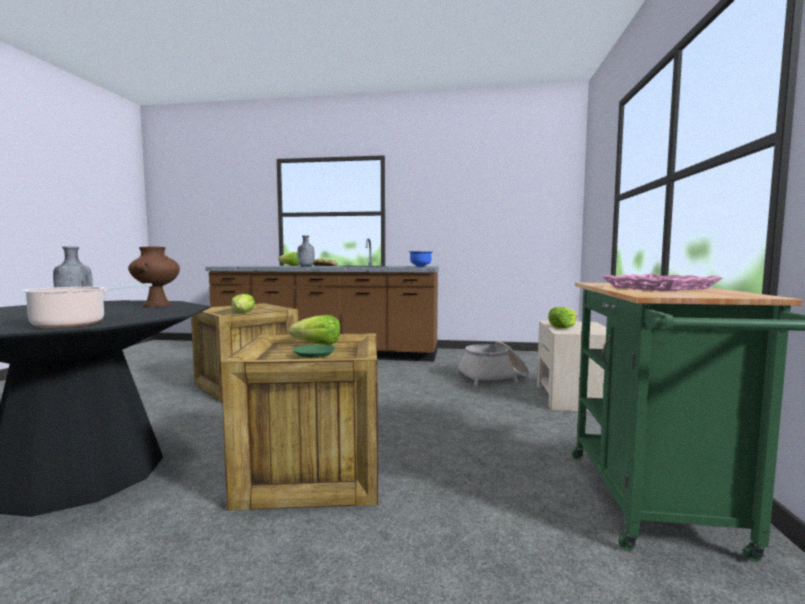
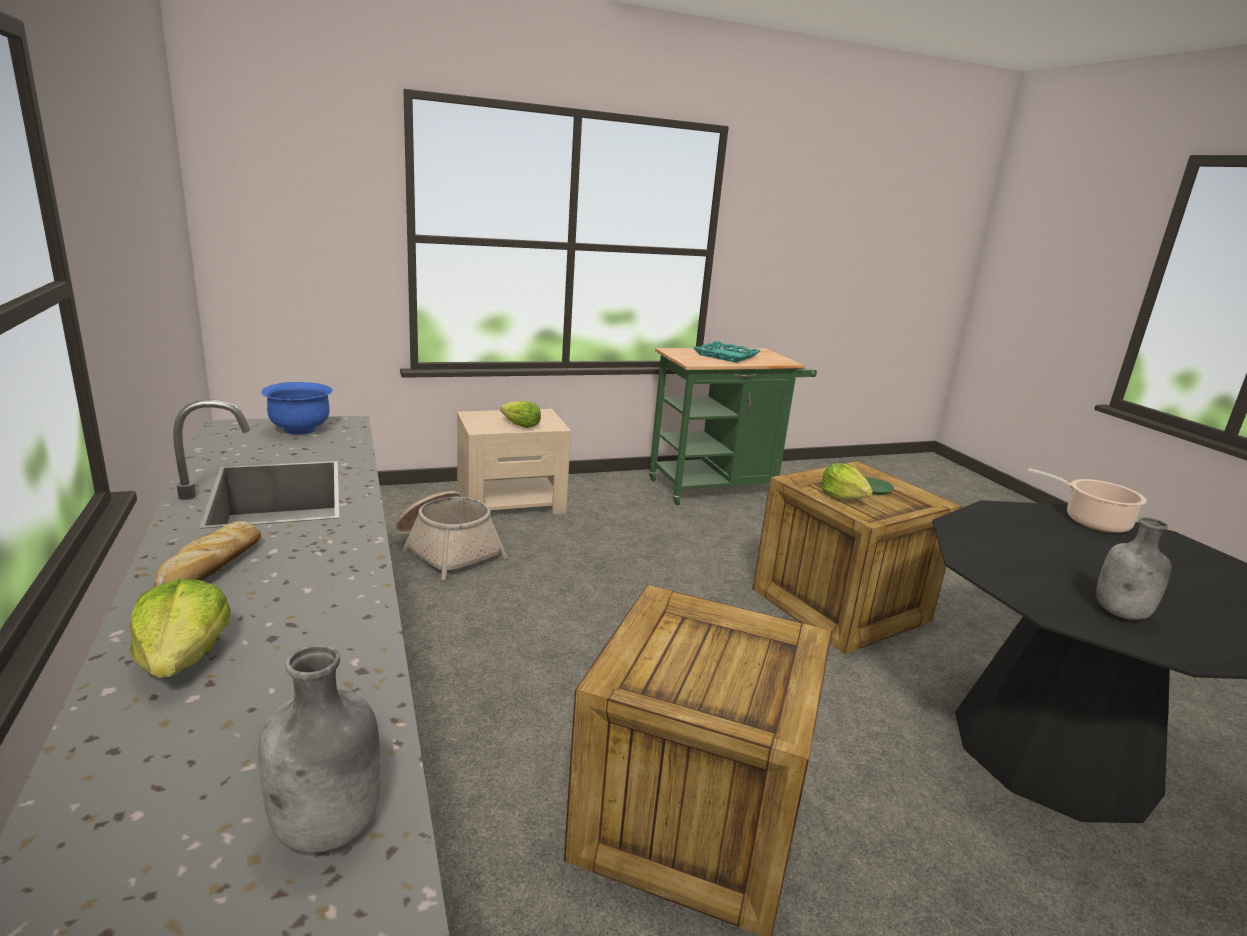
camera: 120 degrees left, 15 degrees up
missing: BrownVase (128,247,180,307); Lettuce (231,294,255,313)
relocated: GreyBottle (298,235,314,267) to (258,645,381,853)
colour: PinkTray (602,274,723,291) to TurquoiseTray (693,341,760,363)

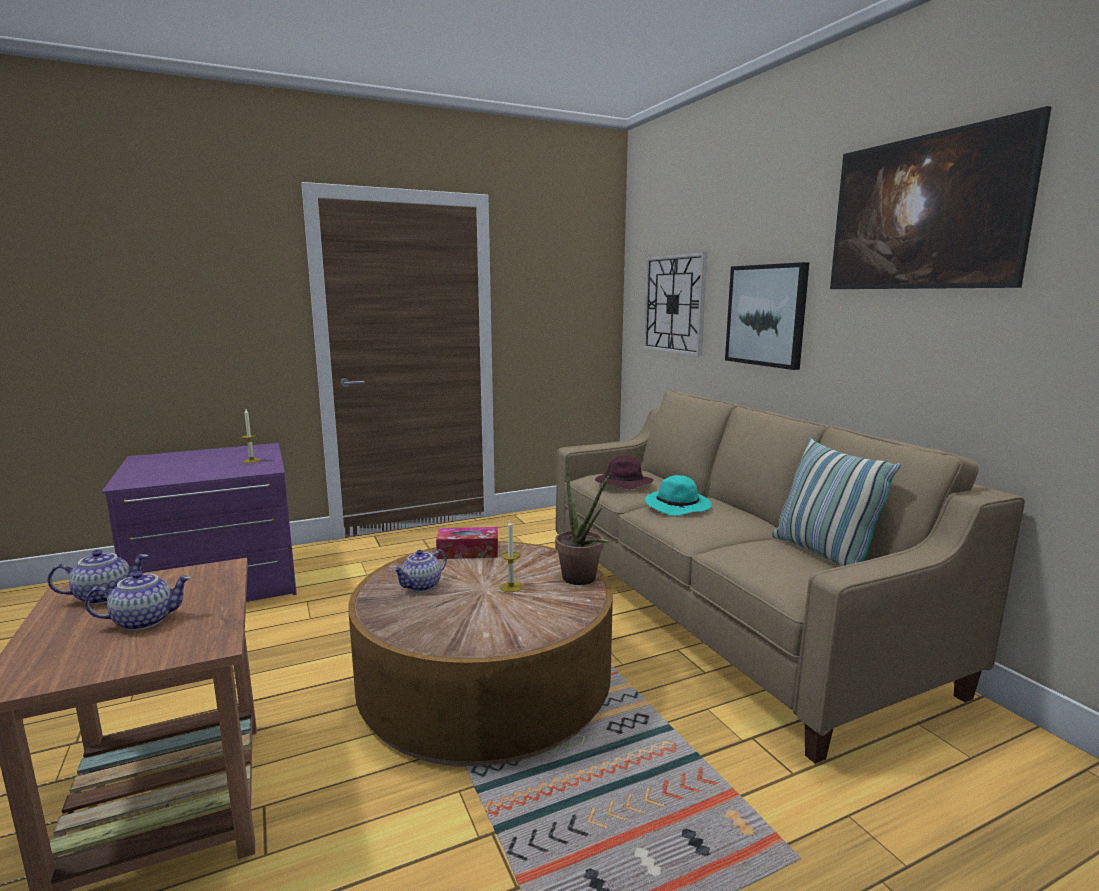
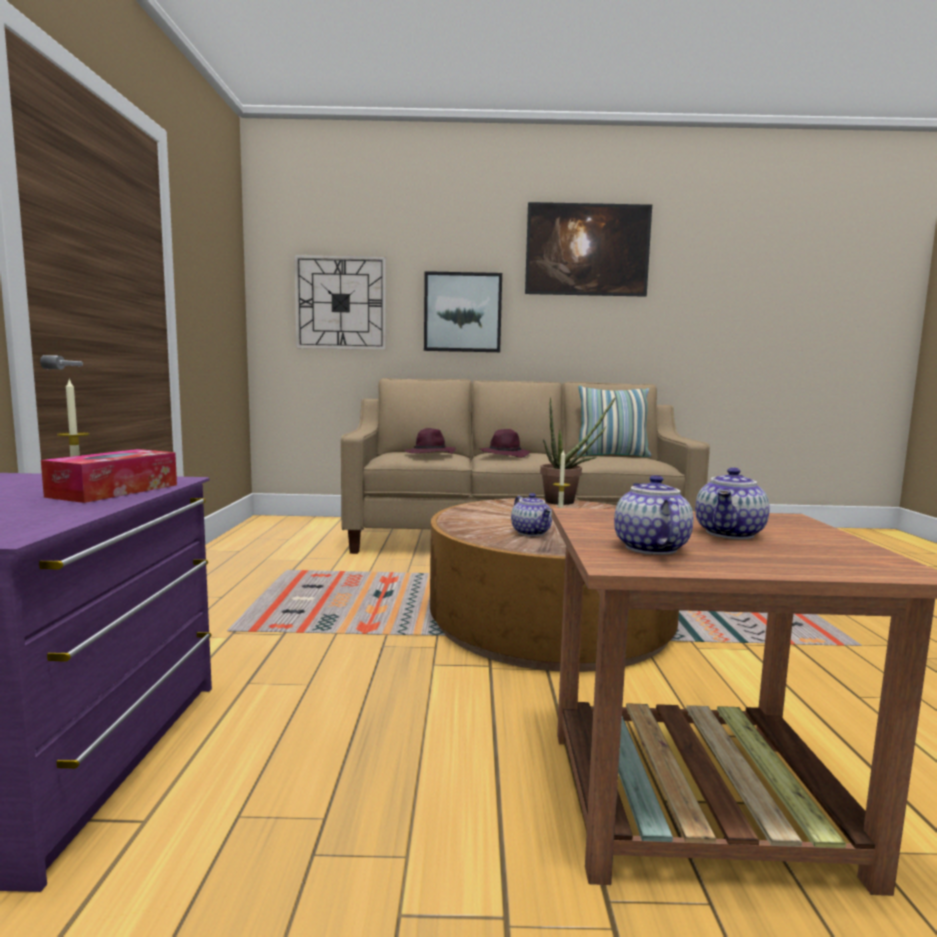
camera: 65 degrees left, 5 degrees down
relocated: TissueBox (436,527,498,559) to (41,449,177,503)
colour: TurquoiseHat (645,475,711,516) to PurpleHat (479,429,531,458)
spun: Teapot (85,571,191,631) = (695,468,770,539) 150 degrees counterclockwise

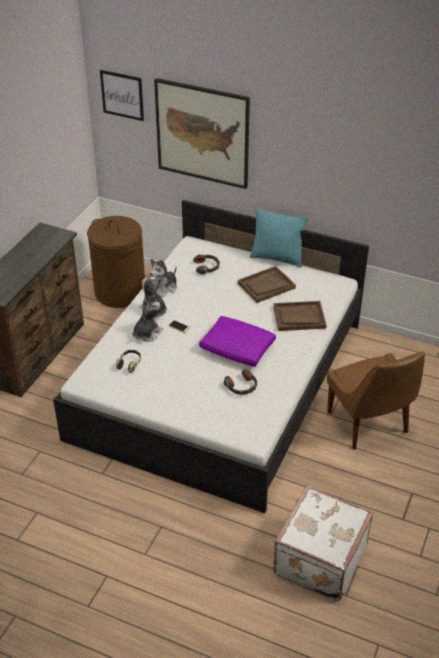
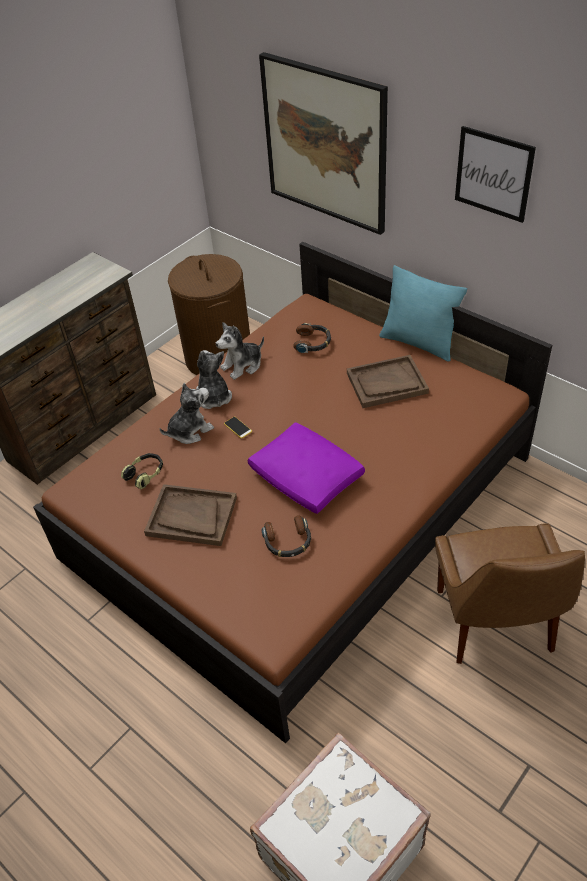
camera: 20 degrees right, 5 degrees up
relocated: Picture (100,70,144,121) to (455,126,536,223); BrownTray (273,301,326,331) to (144,484,237,546)
colour: WhiteBed (53,200,369,513) to BrownBed (33,242,552,743)

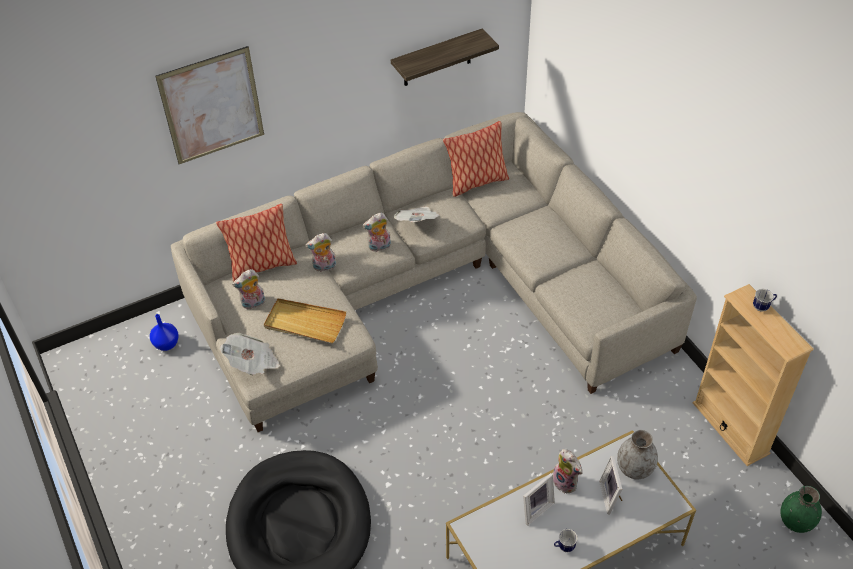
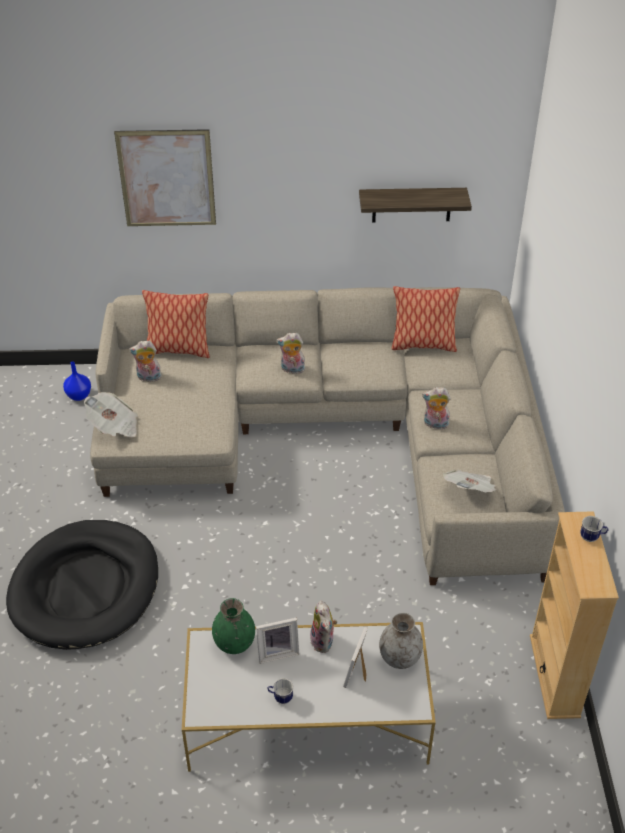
camera: 25 degrees right, 5 degrees down
missing: BeigeTray (264,298,346,343)
relocated: PlushToy (305,233,336,272) to (422,387,451,430); Newspaper (393,206,440,222) to (443,469,496,492); GreenVase (780,486,822,533) to (212,598,255,654)

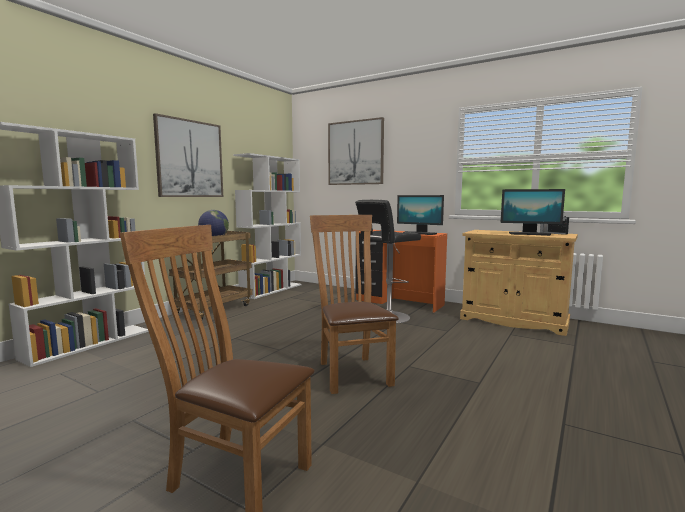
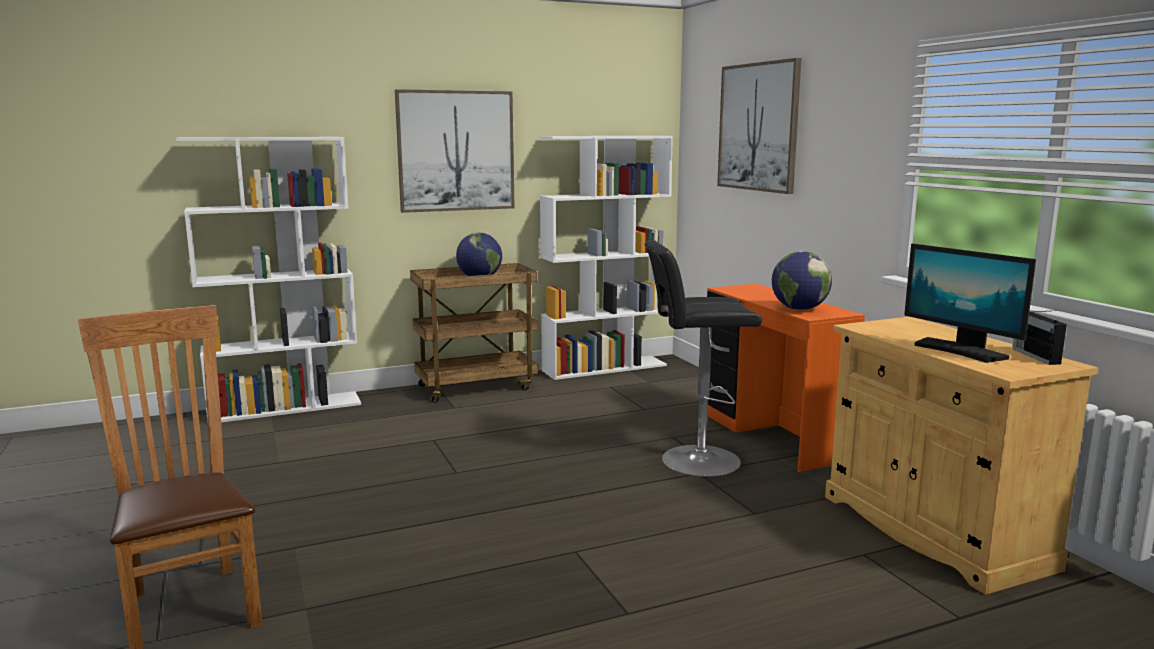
camera: 35 degrees right, 5 degrees up
missing: BrownChair (310,215,399,394)
exchanged: Monitor (397,195,444,235) to Globe (772,251,832,310)

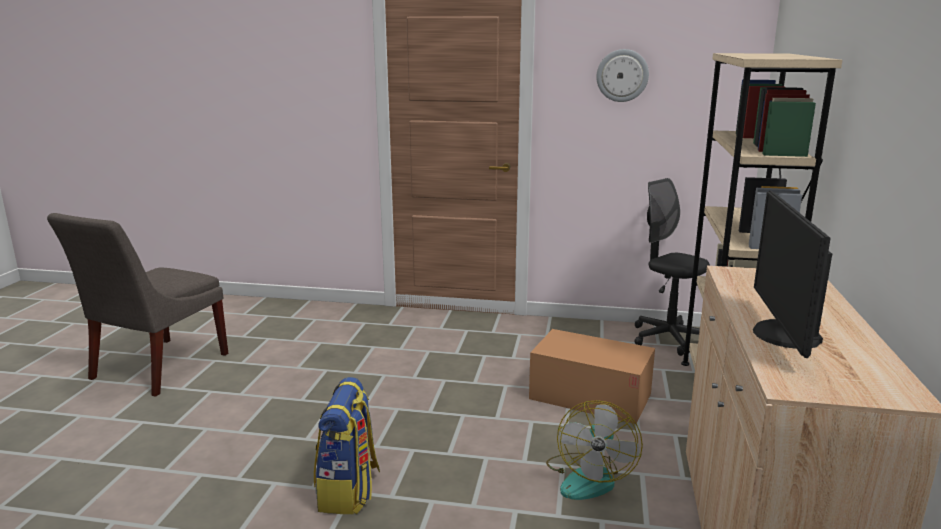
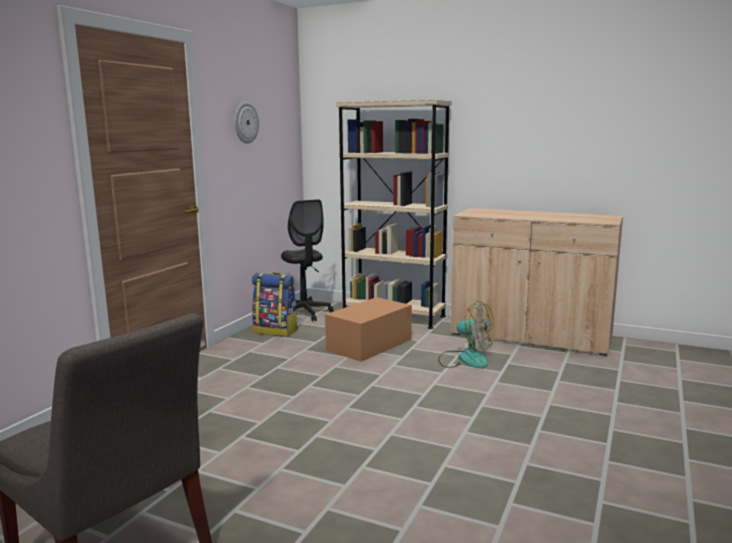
camera: 75 degrees left, 5 degrees down
missing: Monitor (753,190,832,358)
relocated: Backpack (314,377,380,514) to (252,273,298,336)
spun: BlackOfficeChair (634,178,710,356) = (281,199,334,322) 90 degrees counterclockwise

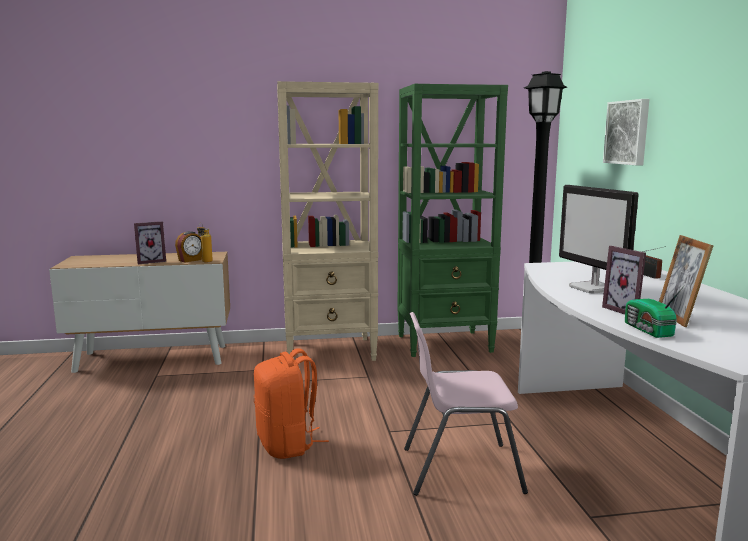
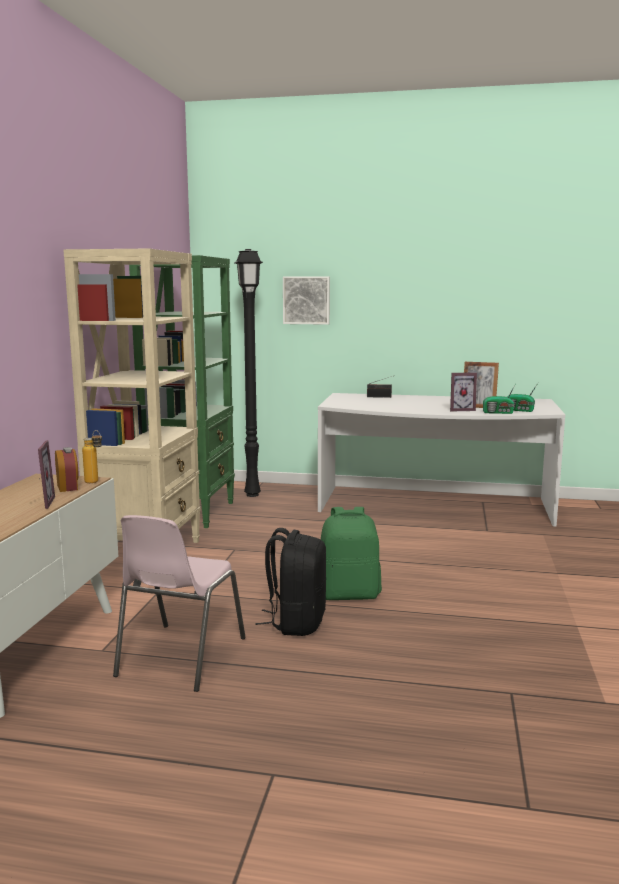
camera: 70 degrees left, 0 degrees up
missing: Monitor (559,185,639,294)
appeared: BlackBackpack (255,528,326,636); Radio (507,383,538,412)
relocated: PinkChair (404,312,528,496) to (113,515,246,692)
colour: OrangeBackpack (254,348,329,459) to GreenBackpack (321,507,382,600)

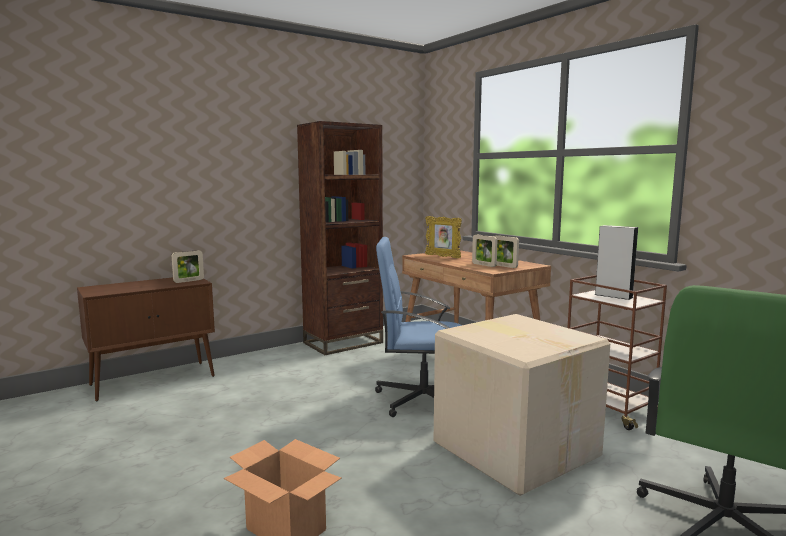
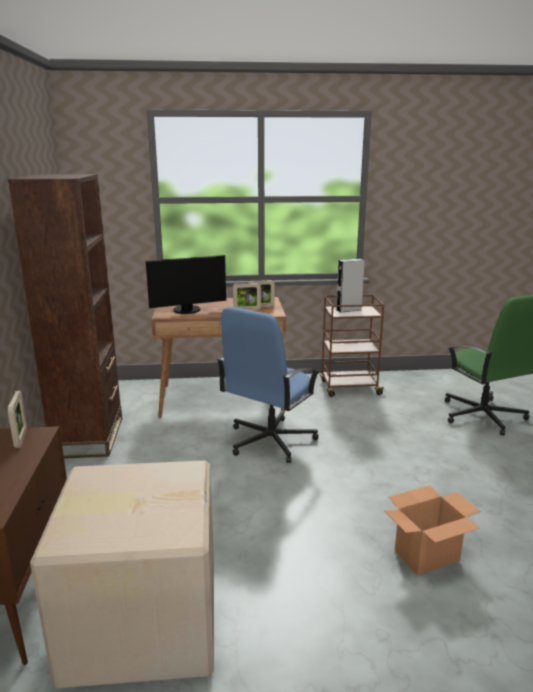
camera: 60 degrees left, 10 degrees up
relocated: CardboardBox (434,314,610,496) to (30,460,214,688)
exchanged: PictureFrame (425,216,462,258) to Monitor (146,255,226,314)

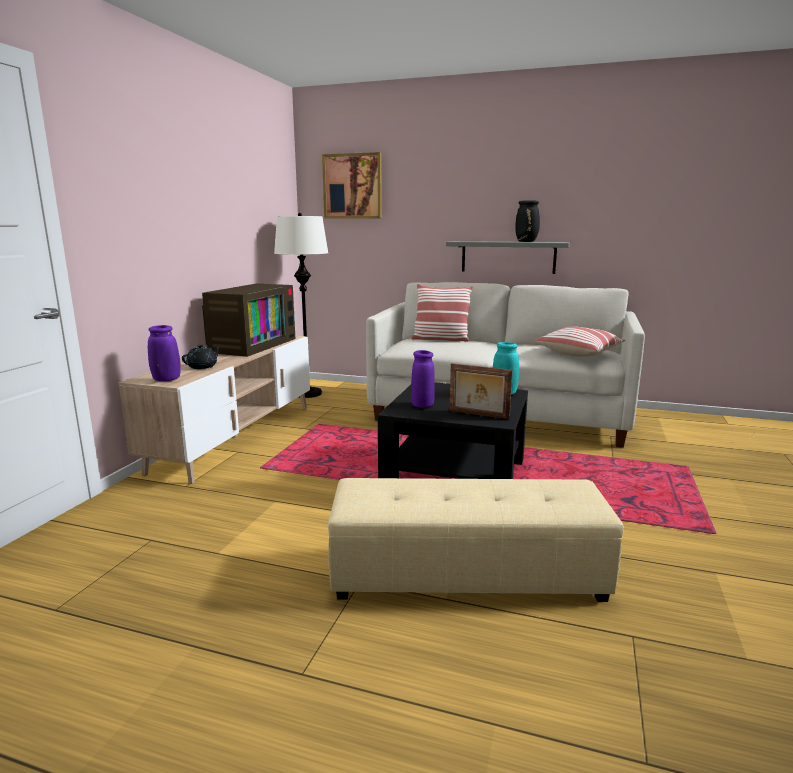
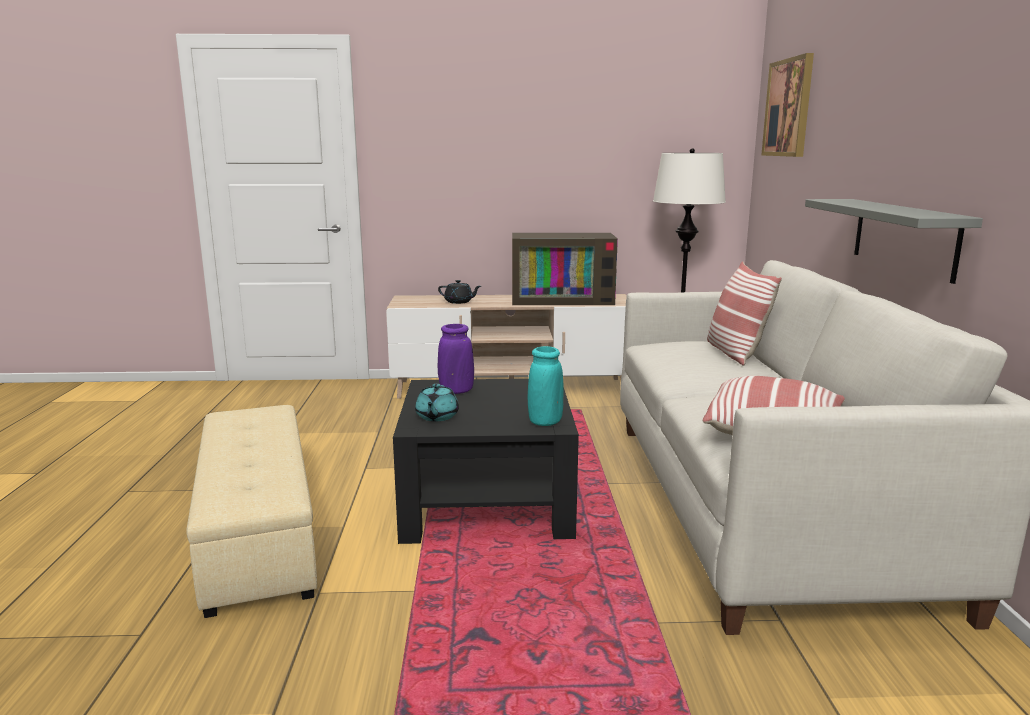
camera: 70 degrees right, 0 degrees up
missing: PurpleVase (148,325,181,382); BlackVase (515,200,540,242)
exchanged: PictureFrame (450,363,513,419) to TurquoiseTeapot (415,384,459,421)

